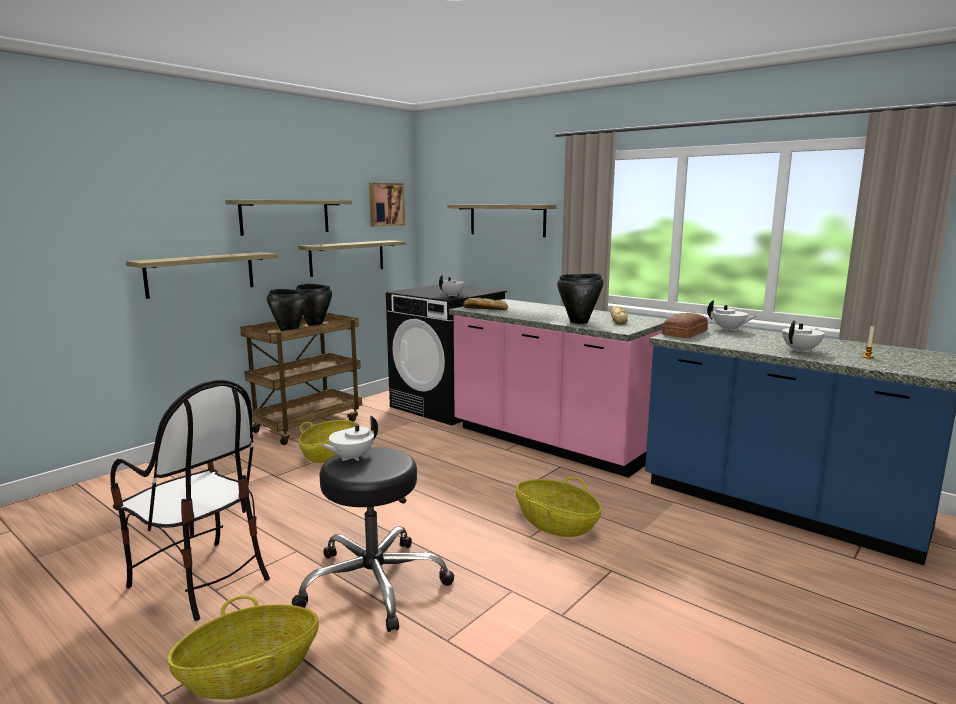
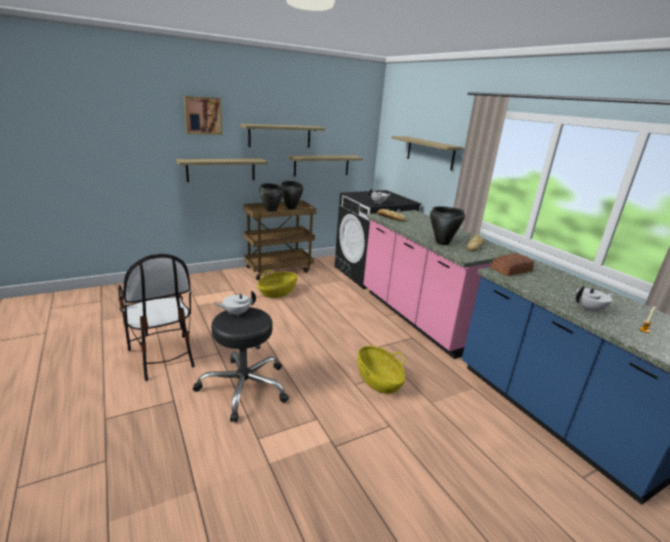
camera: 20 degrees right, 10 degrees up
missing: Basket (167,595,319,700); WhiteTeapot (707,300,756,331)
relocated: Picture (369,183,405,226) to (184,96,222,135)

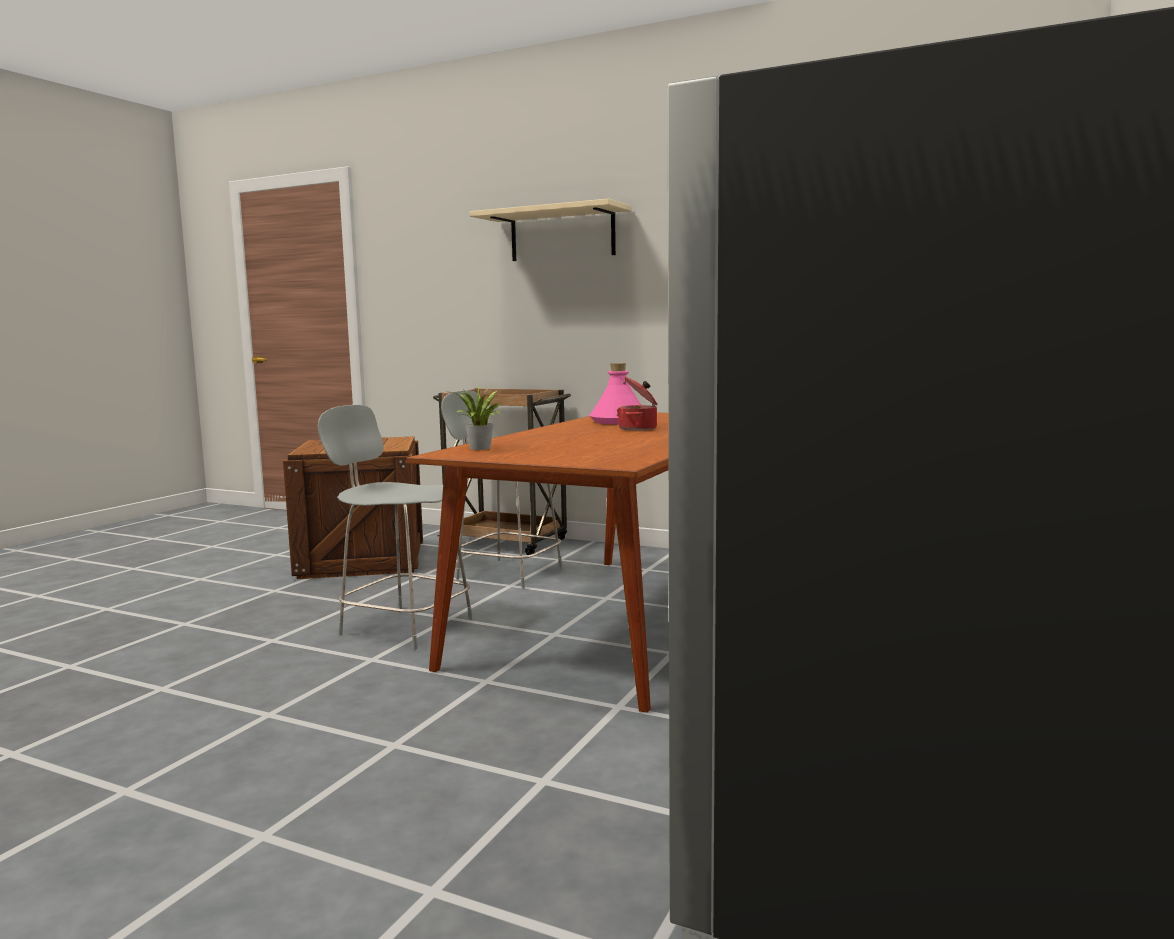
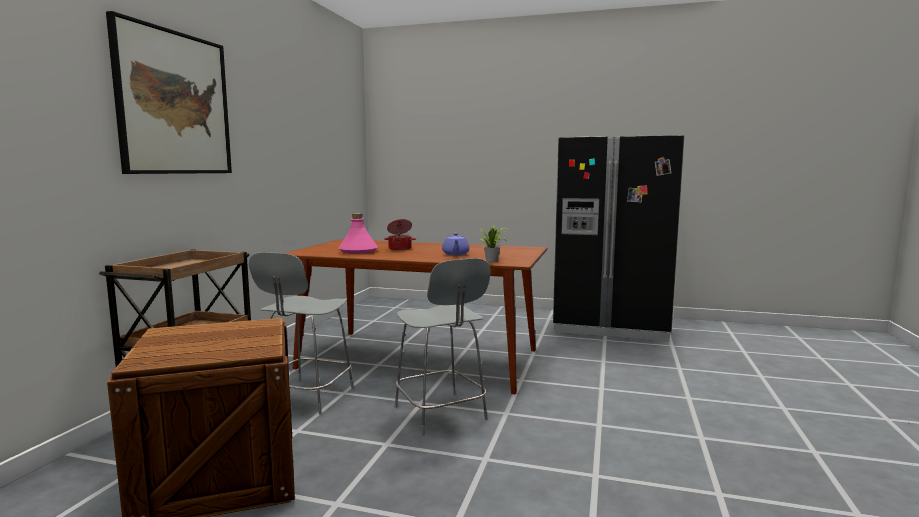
camera: 100 degrees left, 0 degrees up
appeared: PurpleTeapot (442,233,469,255)
exchanged: BeigeShelf (470,199,631,261) to Picture (106,11,232,174)
spun: GreyChair (318,405,473,650) = (395,258,491,436) 45 degrees counterclockwise

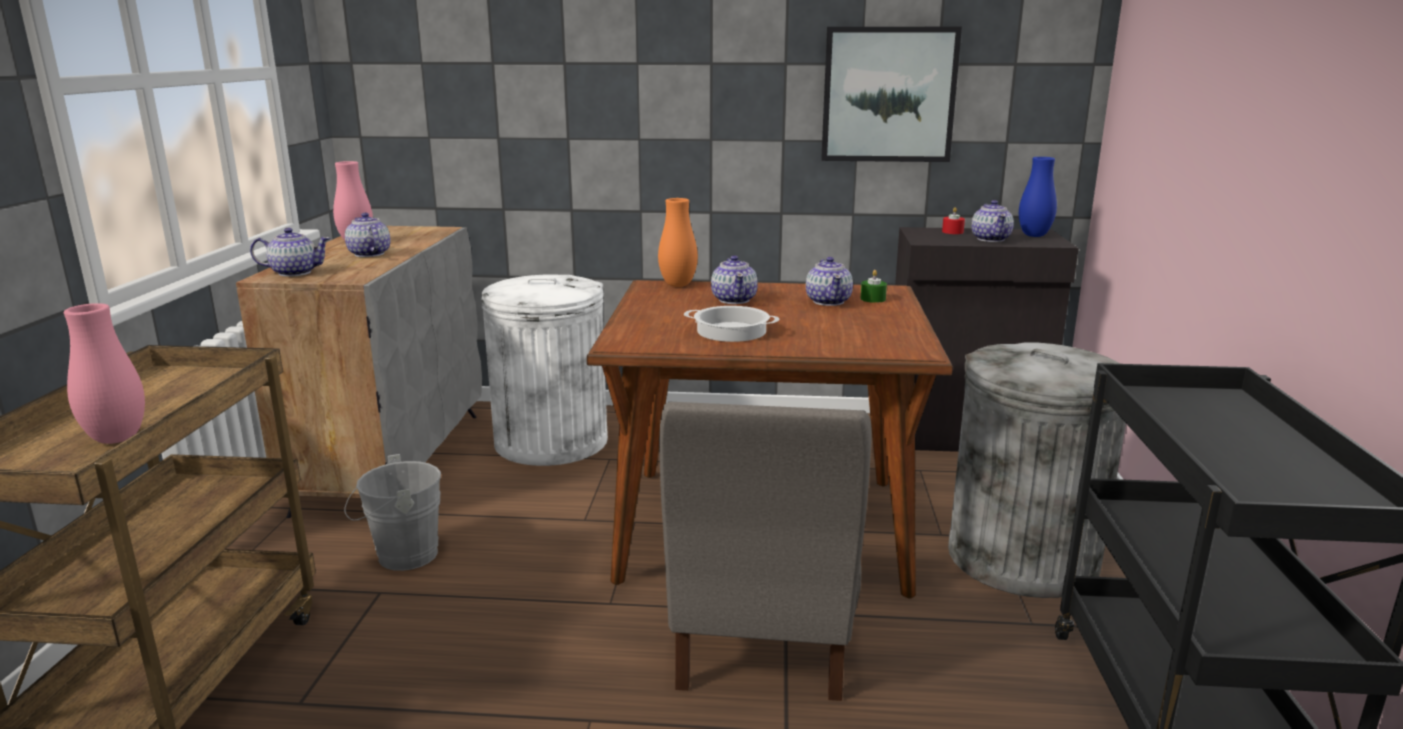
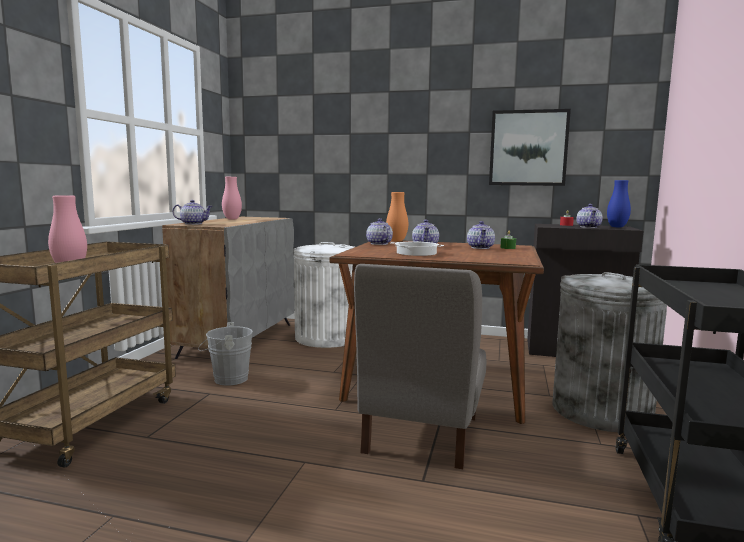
camera: 10 degrees right, 10 degrees down
relocated: Teapot (345,212,390,257) to (366,218,393,245)

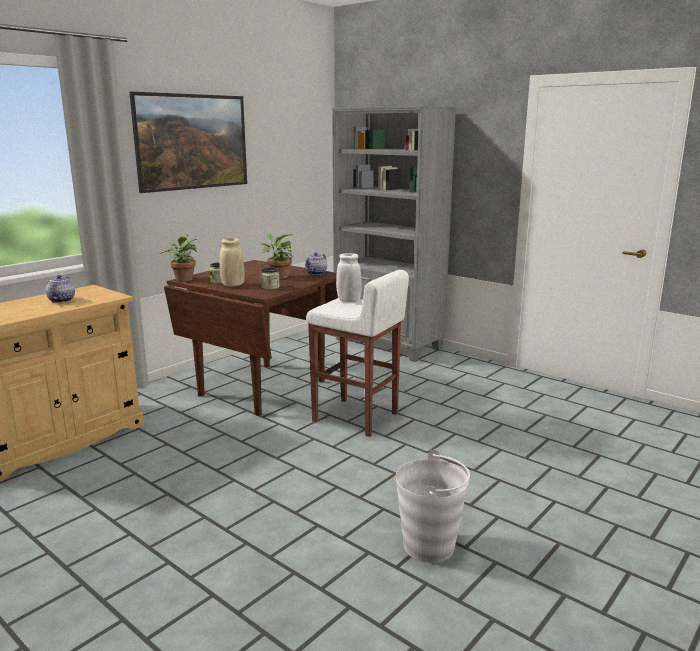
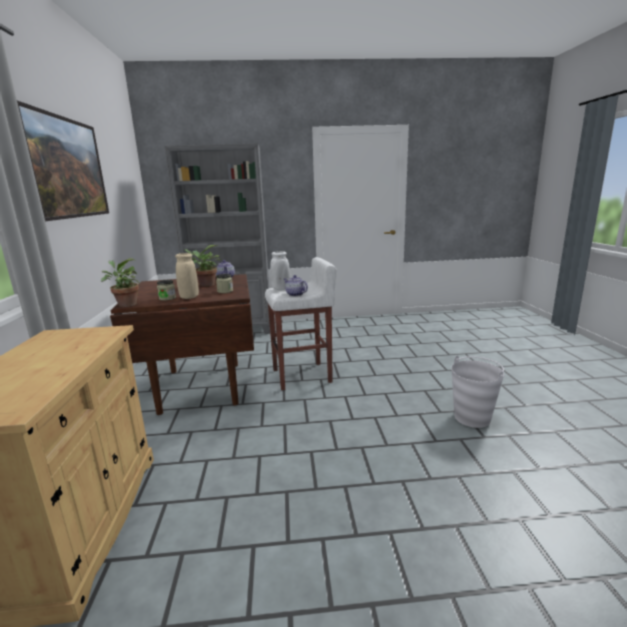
camera: 45 degrees left, 0 degrees up
relocated: Teapot (46,275,75,303) to (284,275,308,296)

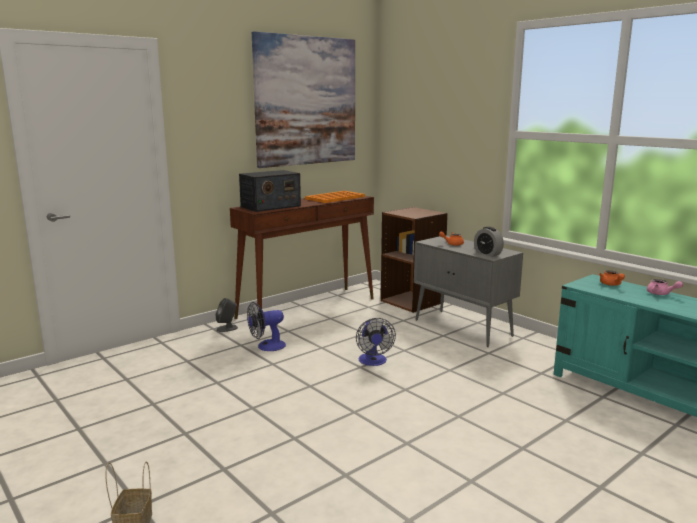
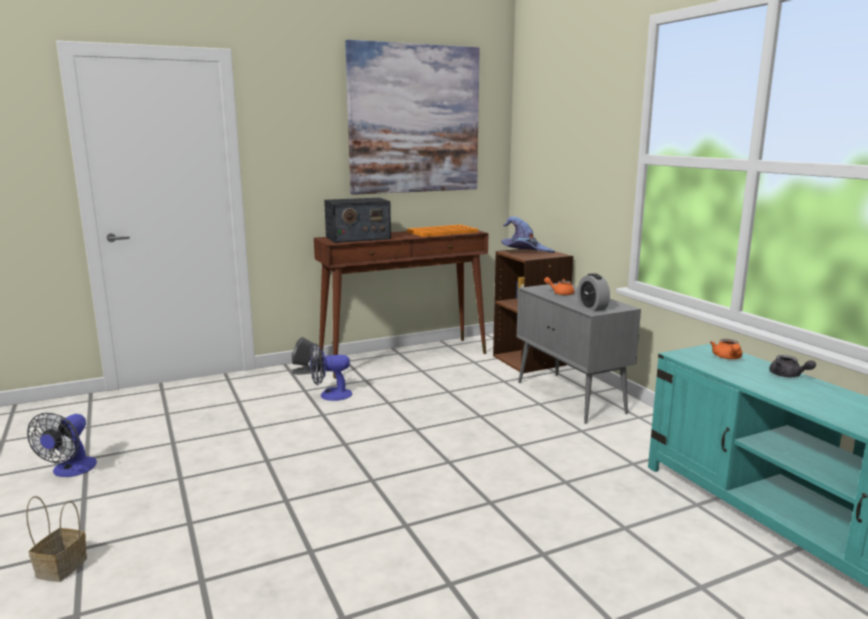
camera: 15 degrees right, 0 degrees up
appeared: PurpleHat (501,216,555,253)
relocated: Fan (356,318,396,366) to (27,413,97,477)
colour: PinkTeapot (647,279,683,295) to GreyTeapot (769,355,816,377)

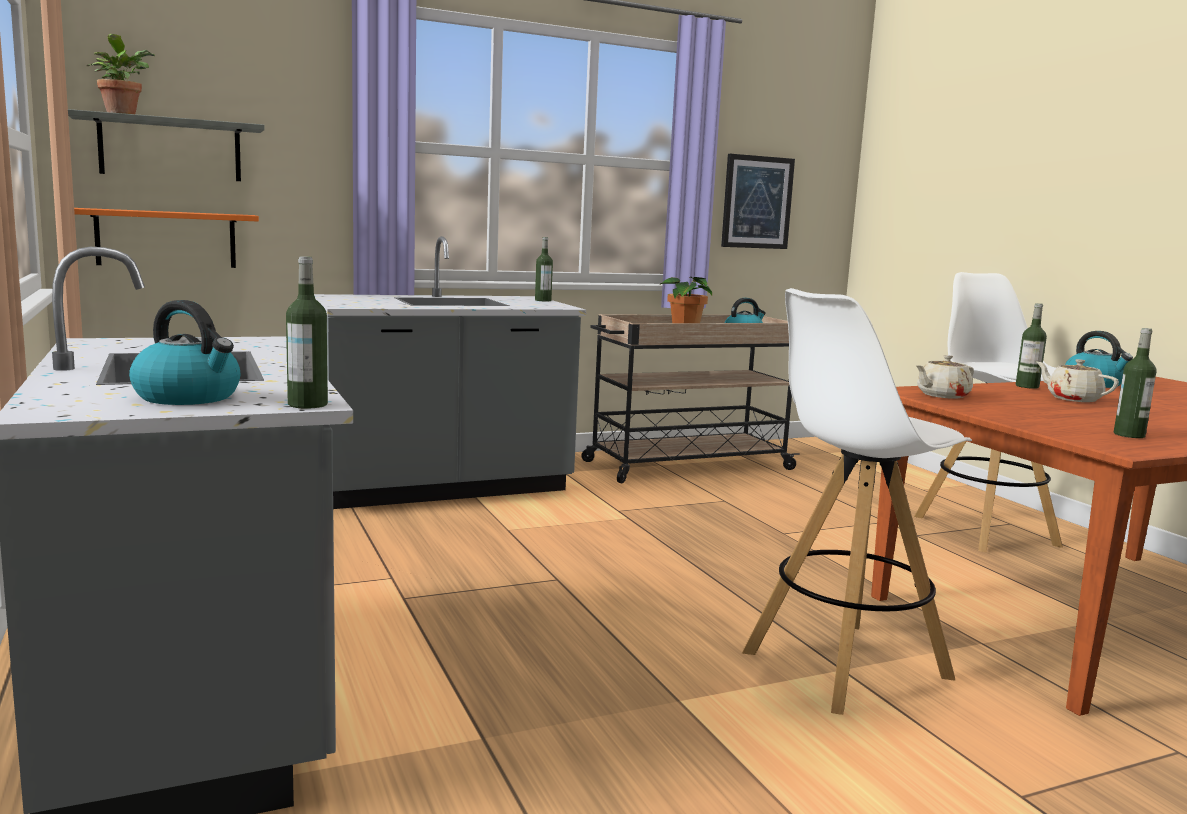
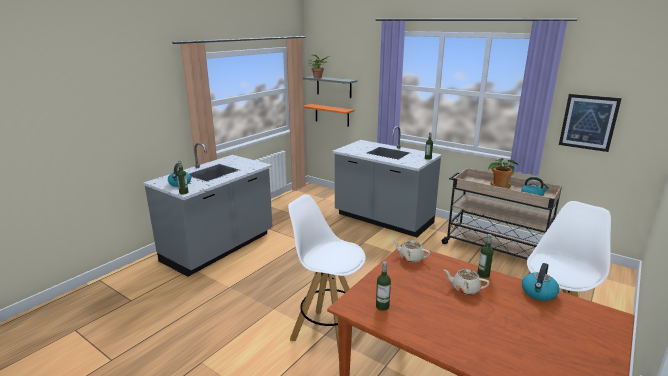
camera: 60 degrees right, 10 degrees up
spun: BeigeTeapot (1036,359,1119,402) = (444,269,490,295) 90 degrees counterclockwise

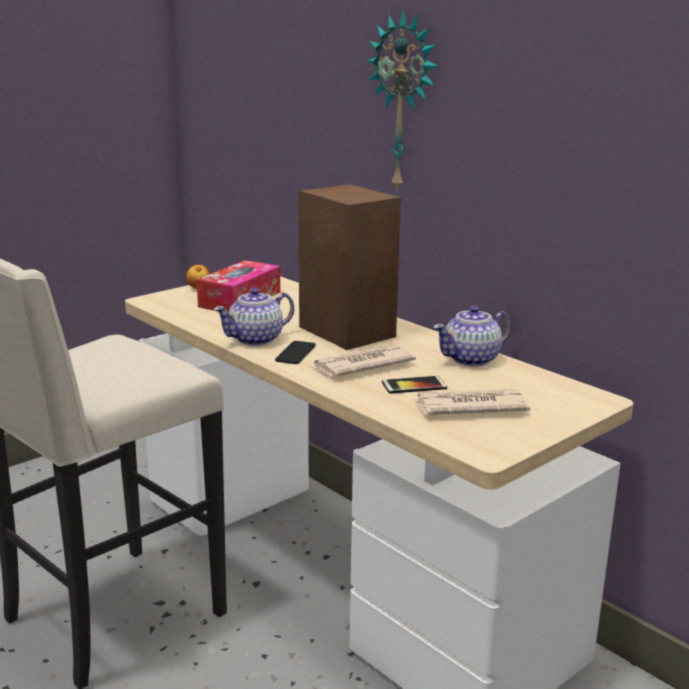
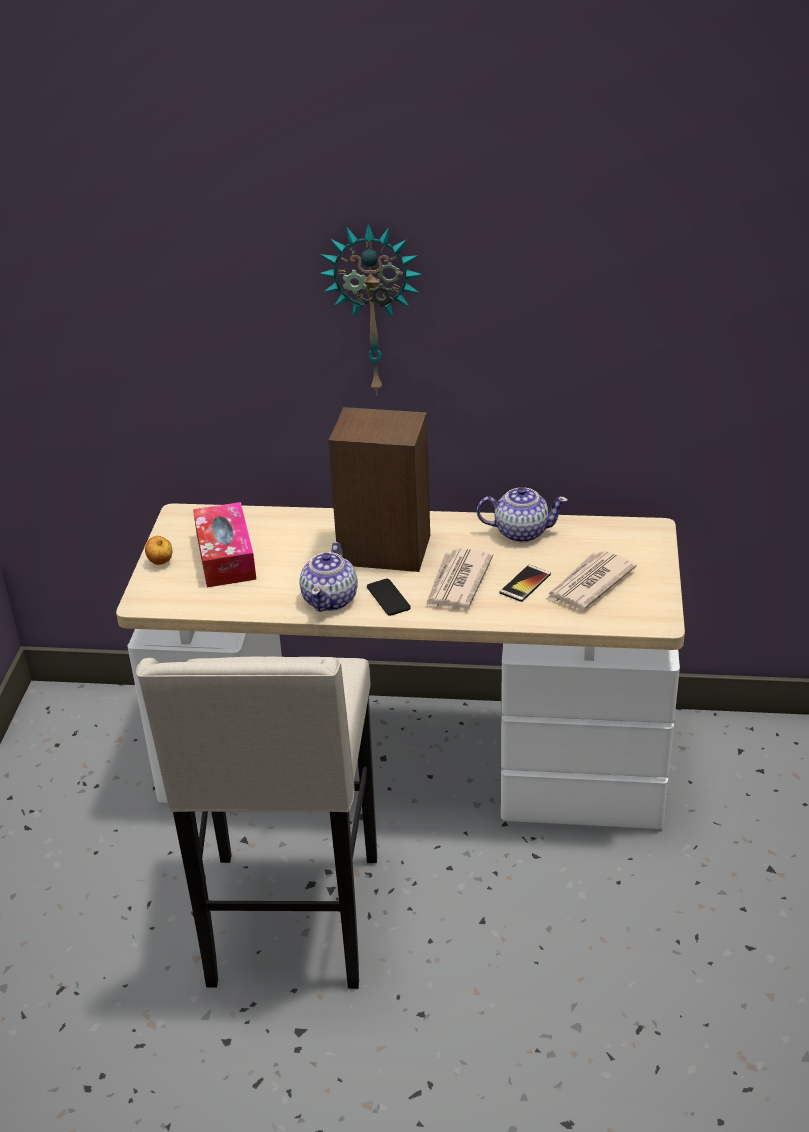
camera: 40 degrees left, 15 degrees up
spun: Teapot (434,306,511,367) = (477,487,568,543) 105 degrees counterclockwise

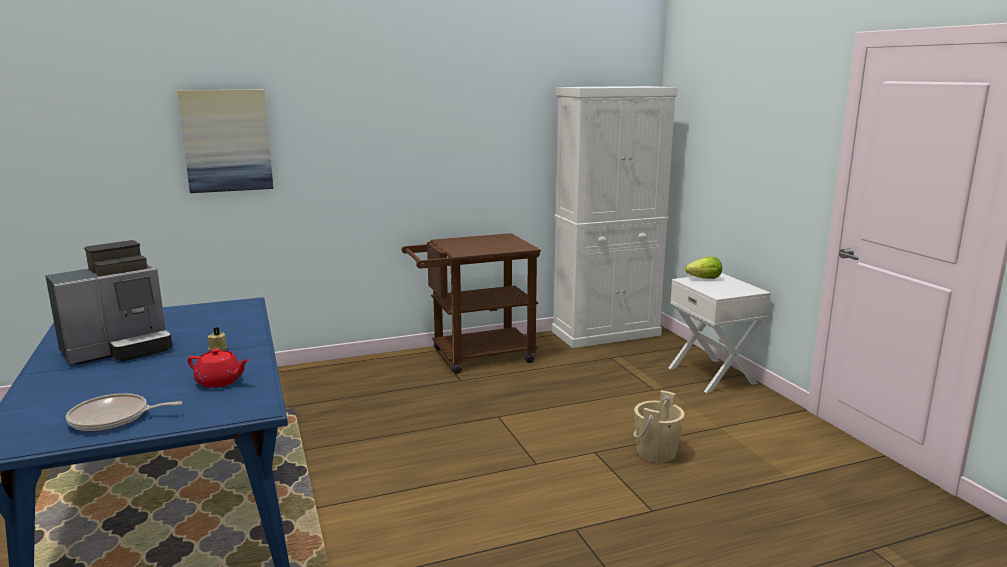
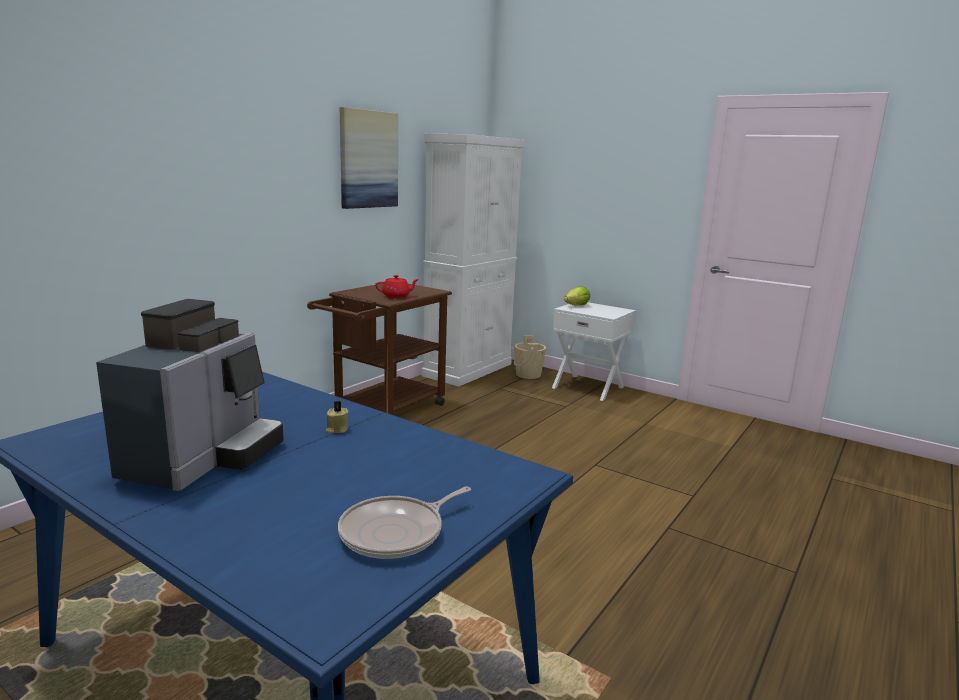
camera: 35 degrees left, 0 degrees up
relocated: Picture (177,89,273,193) to (340,107,398,209); RedTeapot (187,348,249,388) to (375,275,419,298); BeigeBucket (633,390,685,463) to (514,335,546,379)

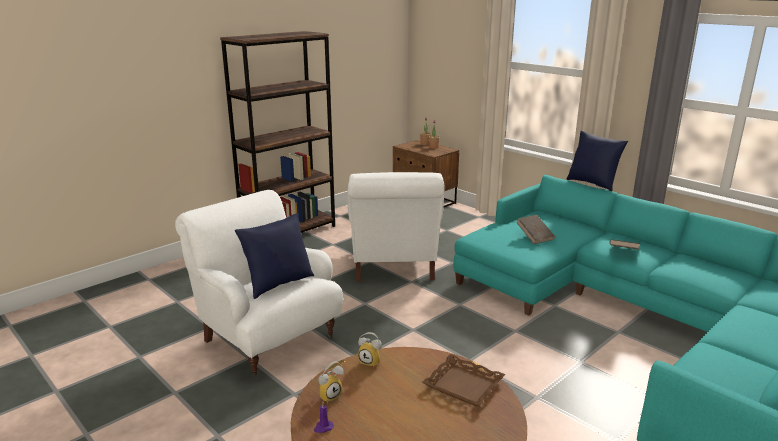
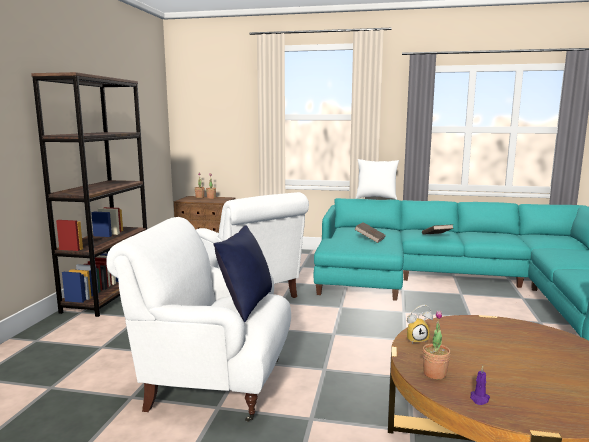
camera: 35 degrees left, 10 degrees down
missing: BrownTray (422,354,505,406)
exchanged: AlarmClock (318,361,344,403) to PottedPlant (423,311,451,380)
colour: BluePillow (567,130,628,192) to WhitePillow (356,159,399,200)

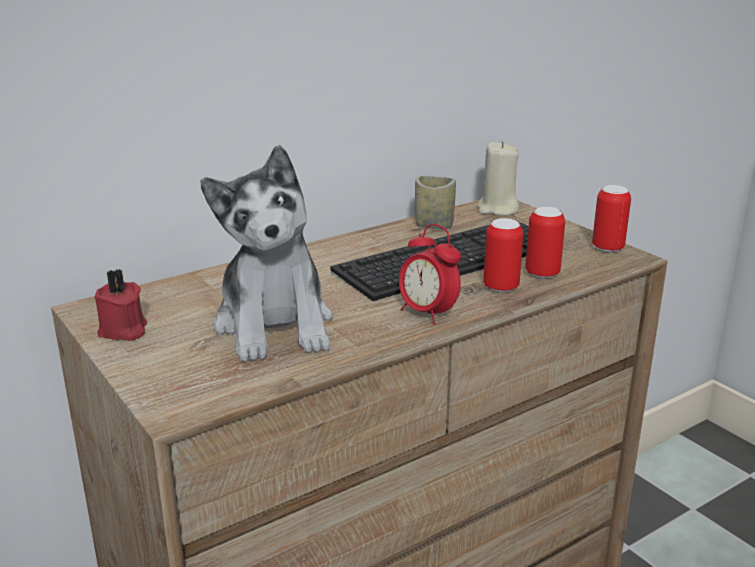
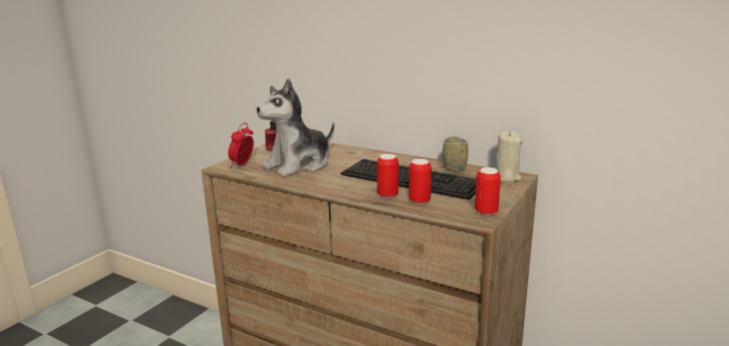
camera: 65 degrees right, 5 degrees down
relocated: AlarmClock (399,224,461,325) to (228,123,254,168)

